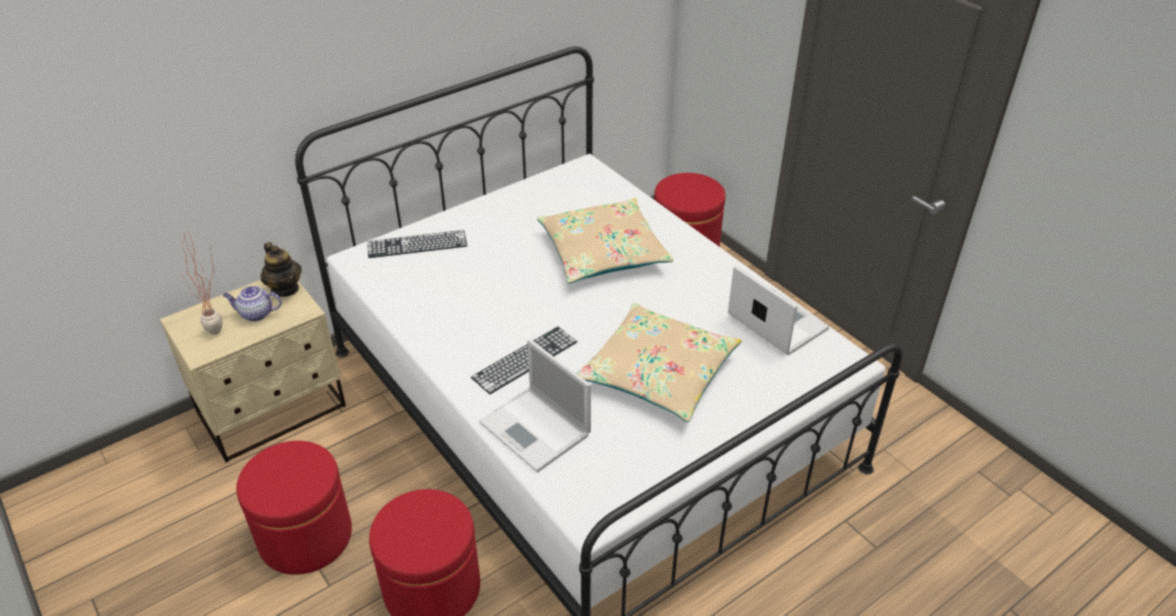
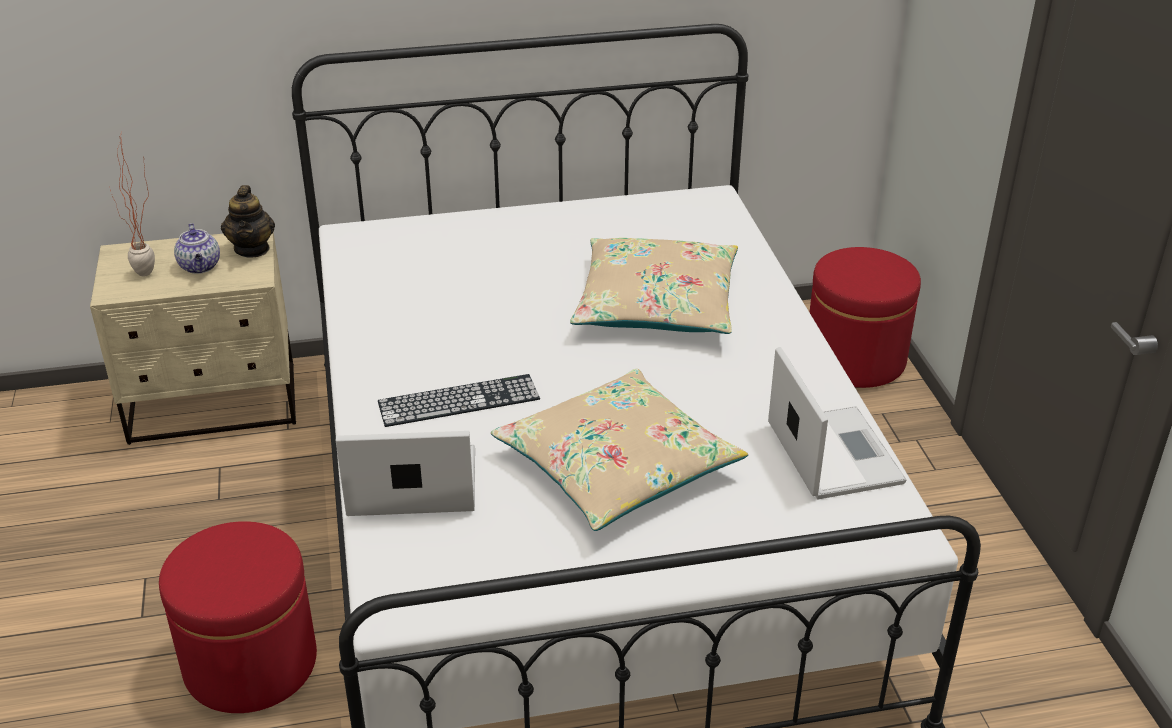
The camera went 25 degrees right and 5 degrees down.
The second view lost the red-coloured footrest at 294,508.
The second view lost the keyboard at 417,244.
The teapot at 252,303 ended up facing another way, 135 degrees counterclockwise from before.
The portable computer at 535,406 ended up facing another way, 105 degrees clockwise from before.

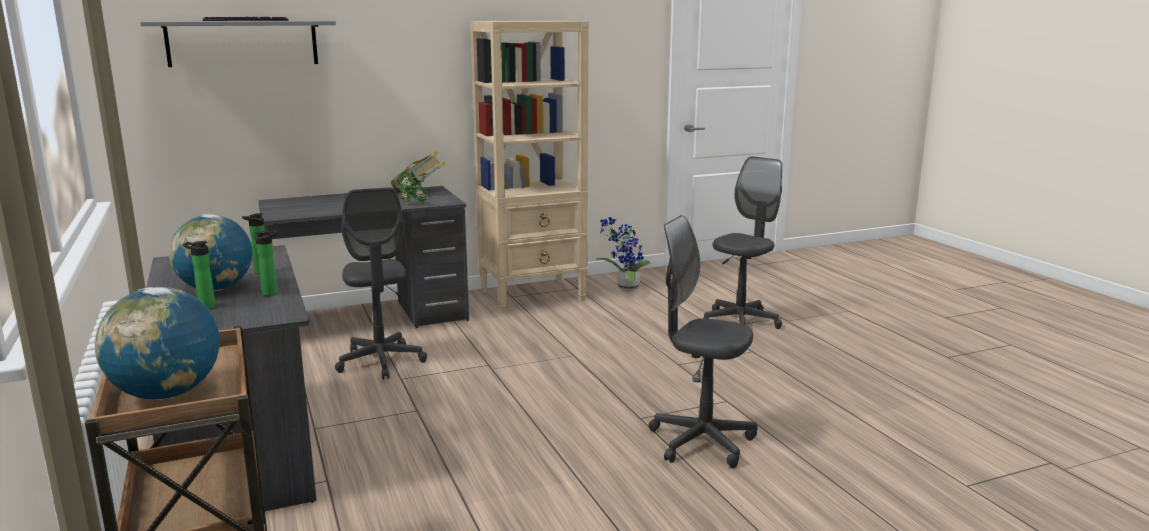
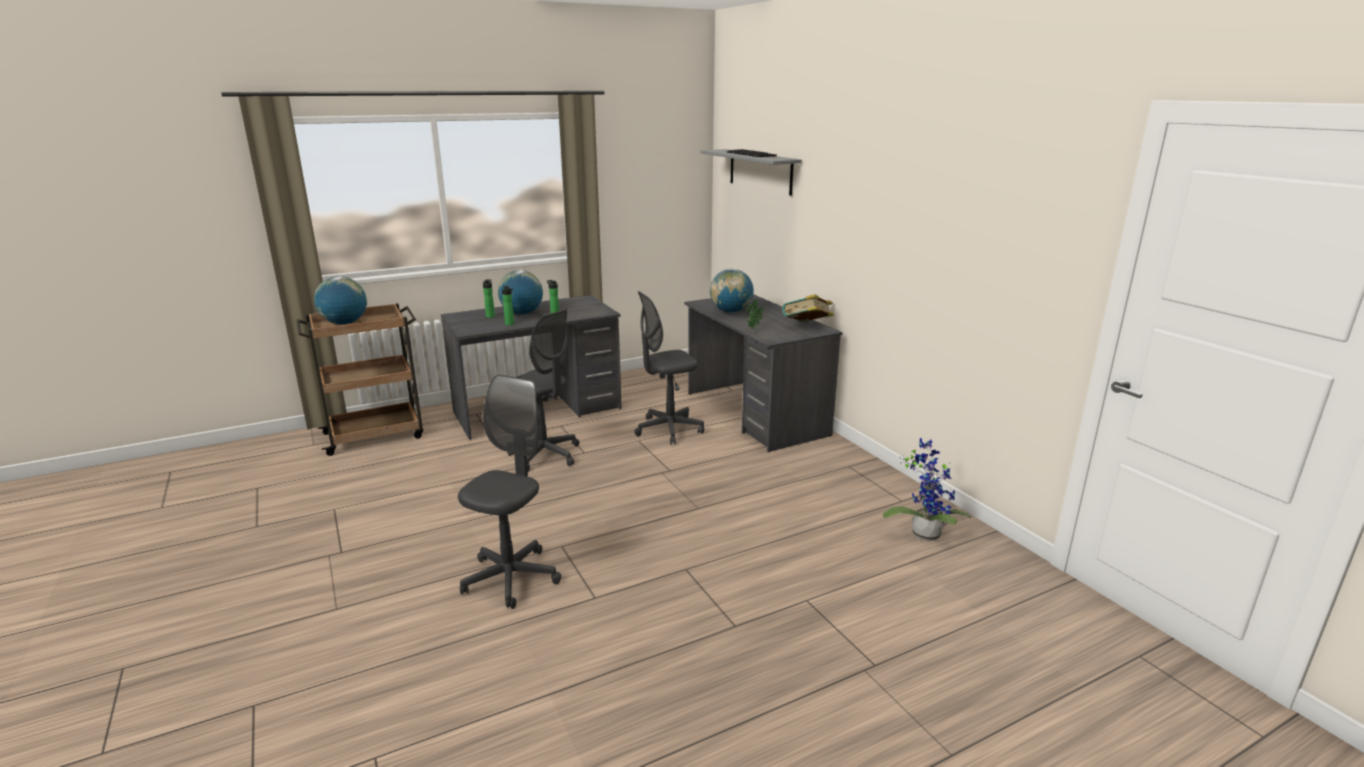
The camera went 85 degrees right and 5 degrees up.
The second view lost the beige-coloured bookshelf at 529,166.
The second view gained the world globe at 732,291.
The gray office chair ended up elsewhere, having gone from 742,242 to 543,390.

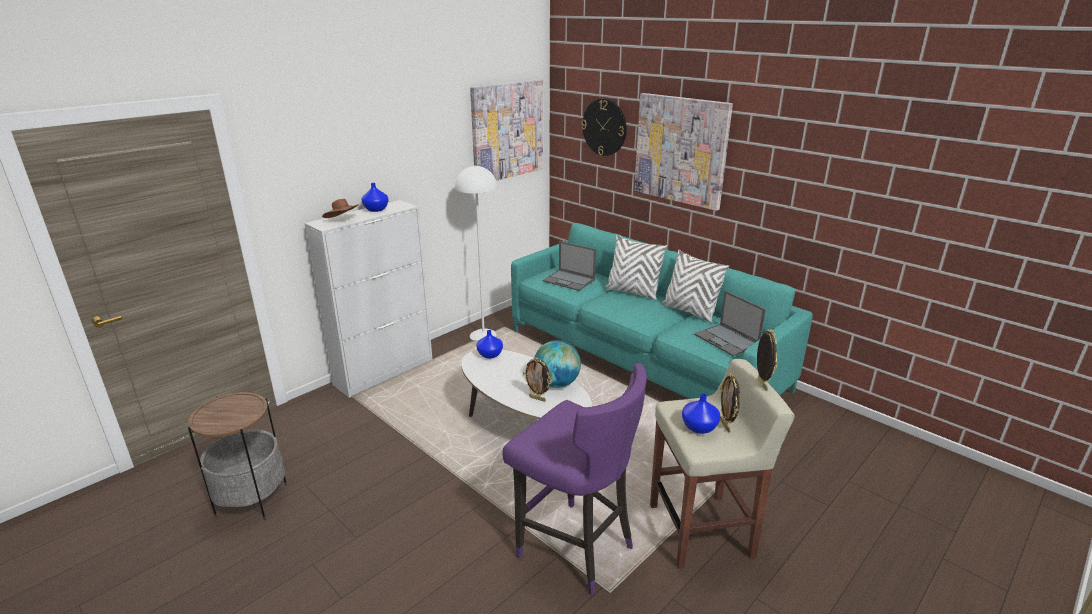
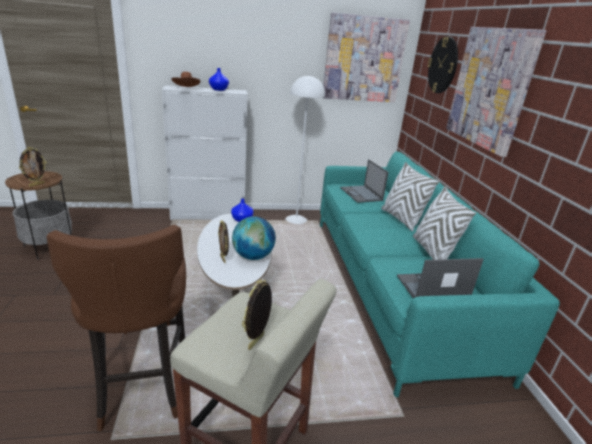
The camera went 35 degrees right and 0 degrees up.
The second view lost the blue-coloured flower vase at 701,414.
The photo frame ended up elsewhere, having gone from 767,360 to 33,167.
What was the purple stool seat at 574,479 turned into the brownish stool seat at 116,328.
The portable computer at 730,323 ended up facing another way, 75 degrees clockwise from before.

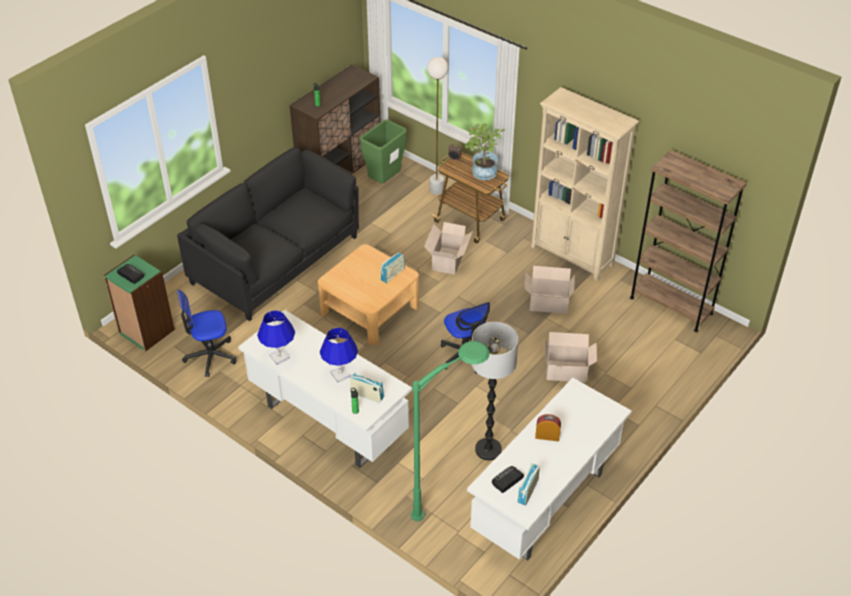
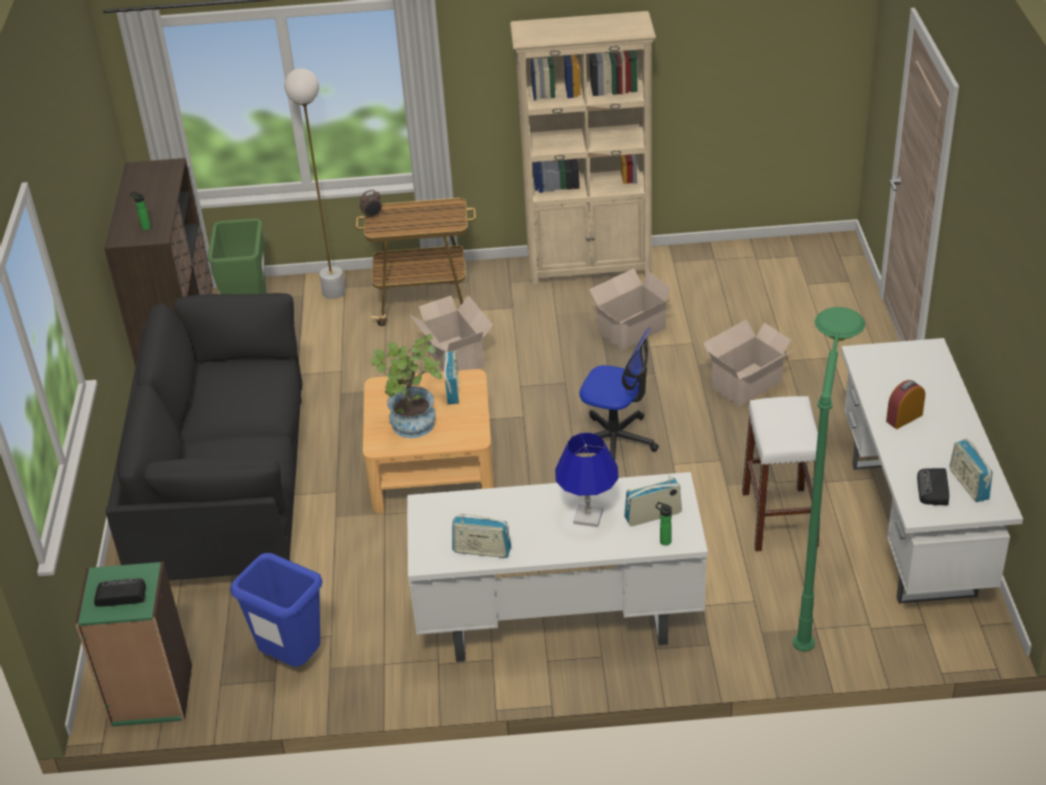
The camera went 40 degrees left and 5 degrees down.
The second view lost the brownish bookshelf at 688,241.
The houseplant ended up elsewhere, having gone from 485,152 to 406,386.
Where the office chair stood at 206,333, the blue-coloured rubbish bin came to stand at 276,610.
Where the blue-coloured lamp for a table stood at 276,337, the radio came to stand at 481,535.
Where the standing lamp stood at 494,391, the whitish stool seat came to stand at 781,473.

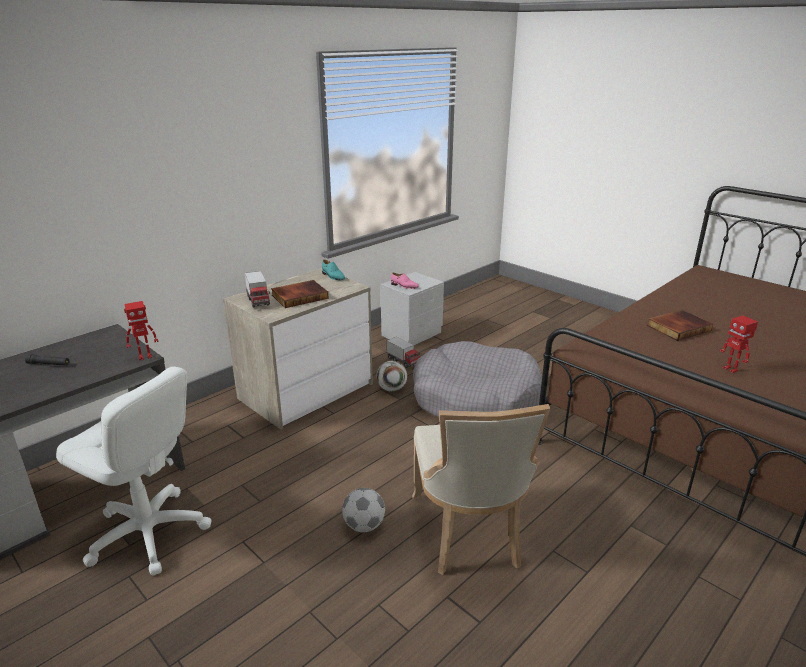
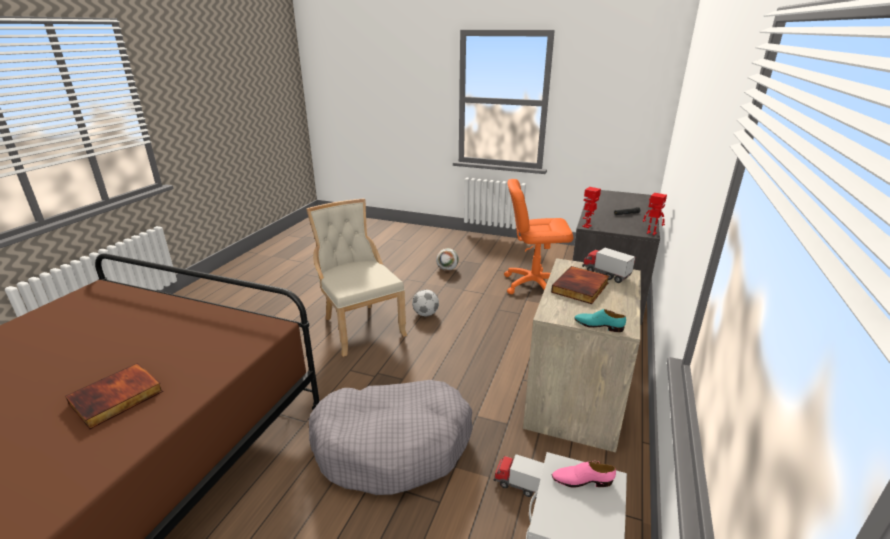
The camera went 155 degrees right and 0 degrees up.
The football ball ended up elsewhere, having gone from 391,376 to 447,259.
The toy robot ended up elsewhere, having gone from 739,344 to 655,214.
What was the whitish office chair at 133,471 turned into the orange office chair at 538,236.

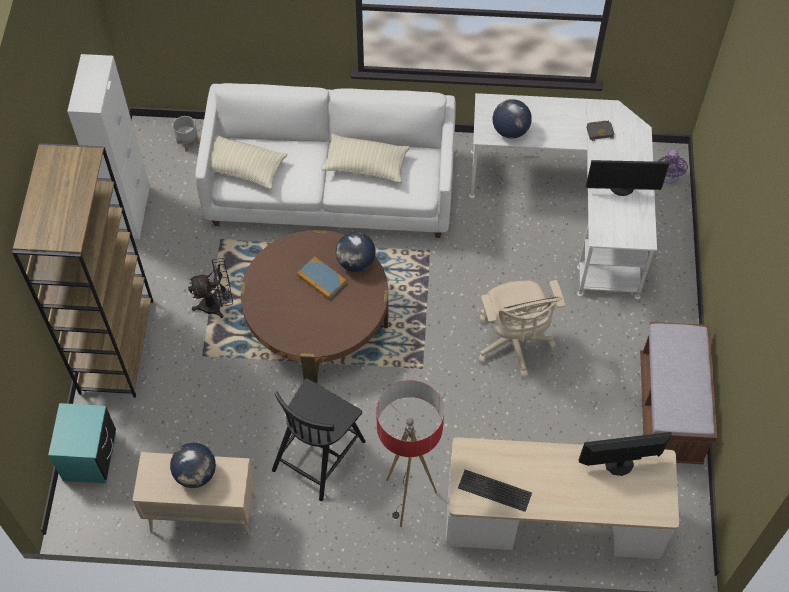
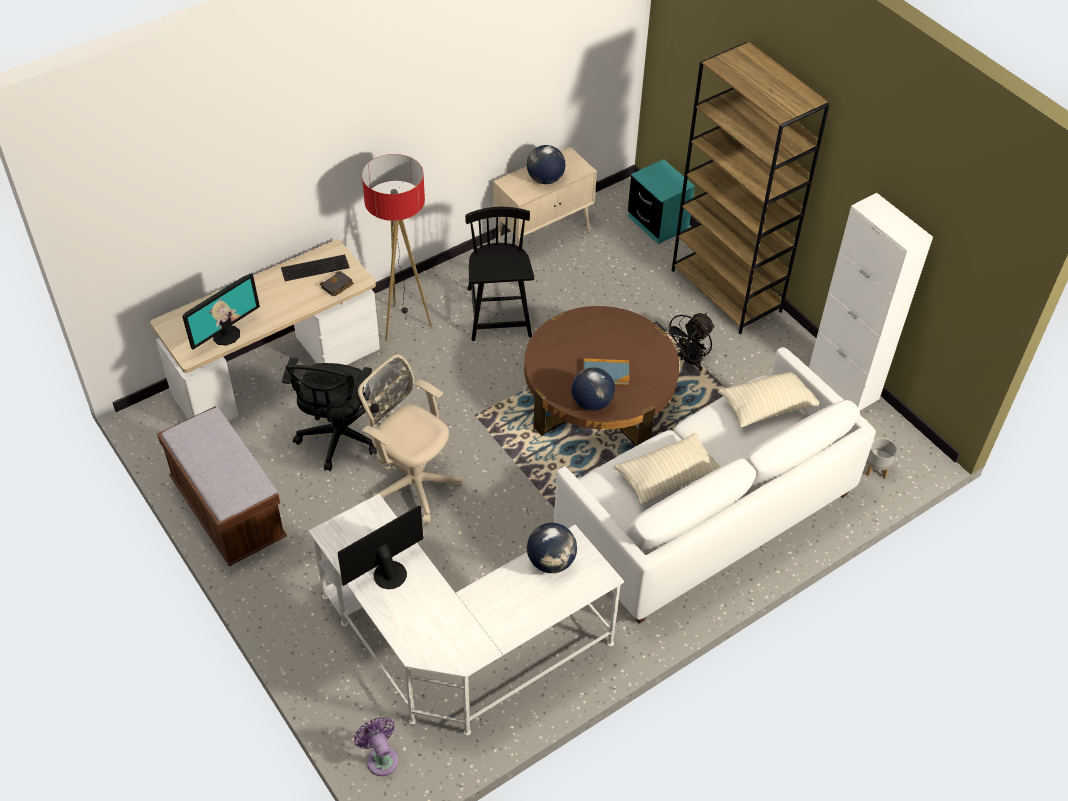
The camera went 140 degrees right and 10 degrees down.
The second view gained the black office chair at 329,414.
The black book ended up elsewhere, having gone from 600,131 to 337,283.

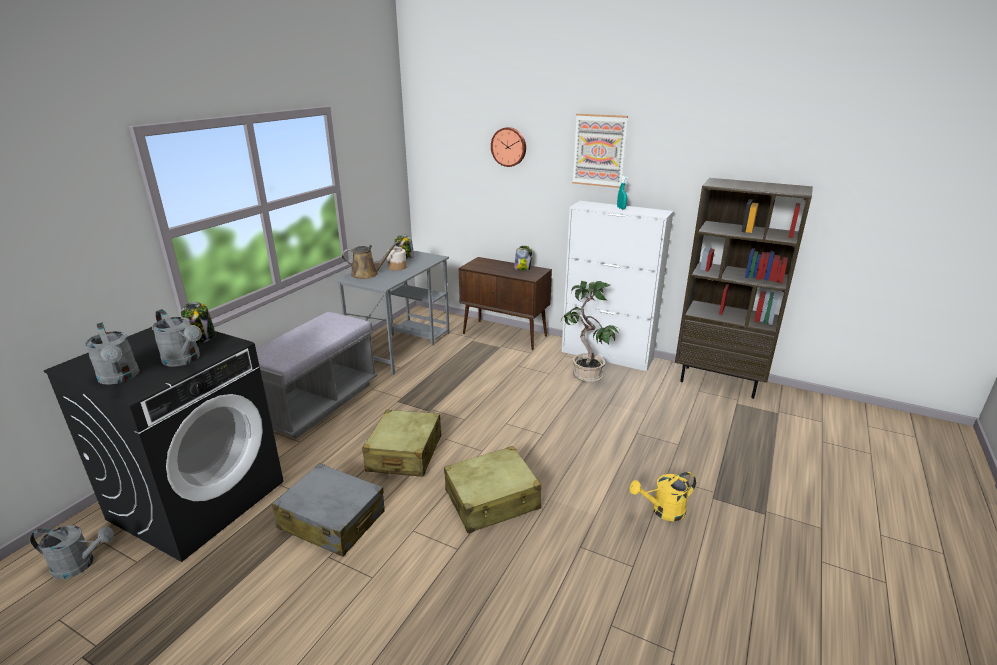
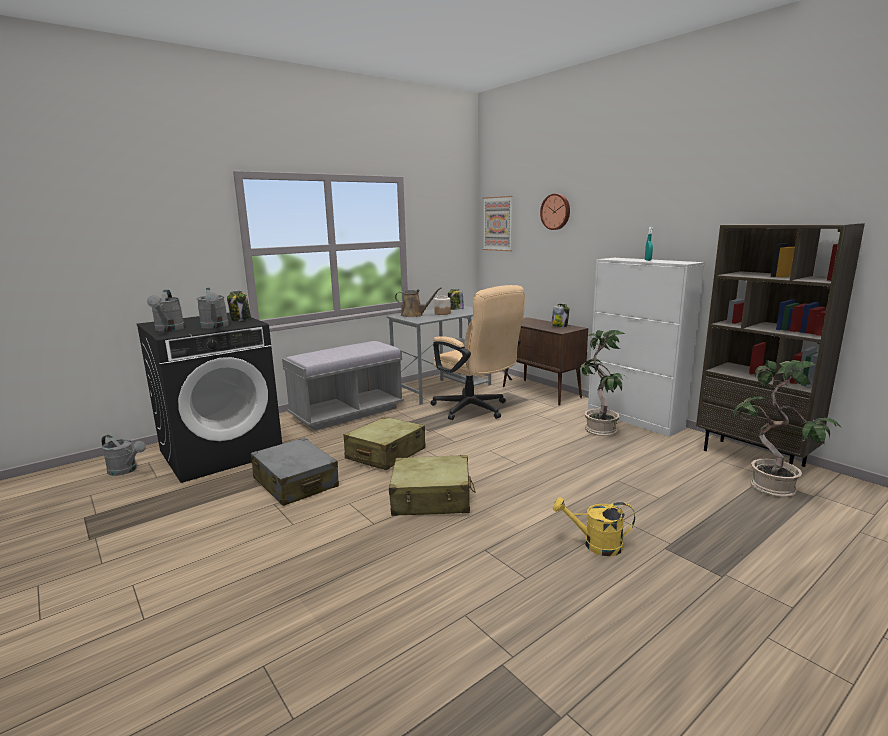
The camera went 25 degrees right and 10 degrees down.
The second view gained the beige-coloured office chair at 477,352.
The second view gained the houseplant at 787,428.
The picture ended up elsewhere, having gone from 600,151 to 498,223.

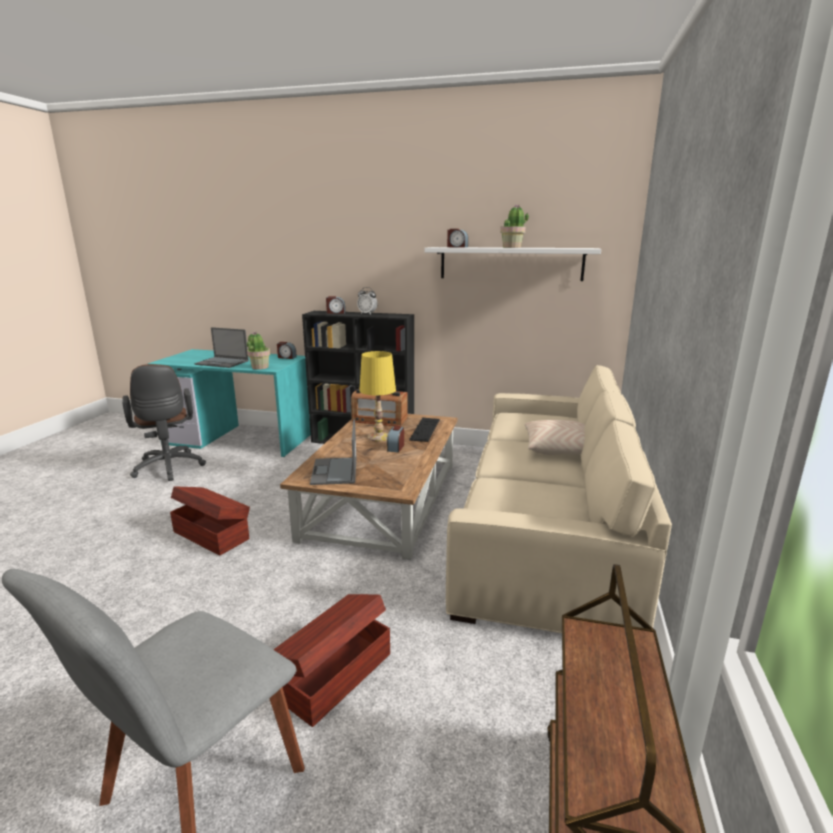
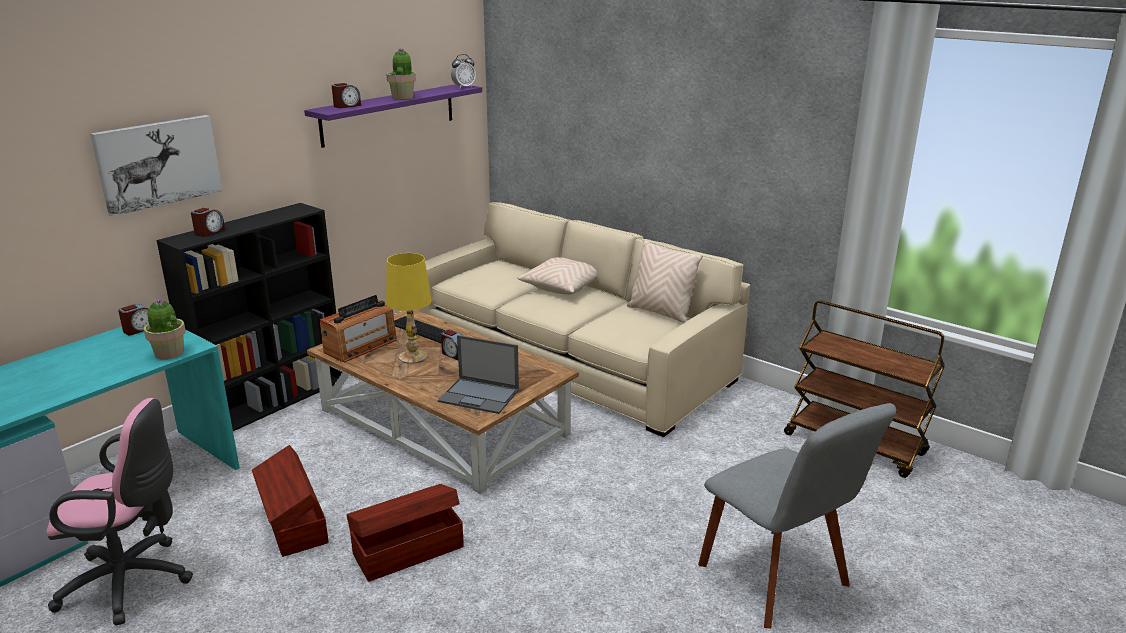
The camera went 65 degrees left and 5 degrees up.
The second view lost the portable computer at 222,347.
The second view gained the picture at 156,165.
The second view gained the beige-coloured pillow at 665,281.
The brownish storage container ended up elsewhere, having gone from 331,660 to 290,501.
The table clock ended up elsewhere, having gone from 367,301 to 463,71.
What was the brownish office chair at 164,422 turned into the pink office chair at 119,512.
What was the whitish shelf at 512,264 turned into the purple shelf at 393,116.

